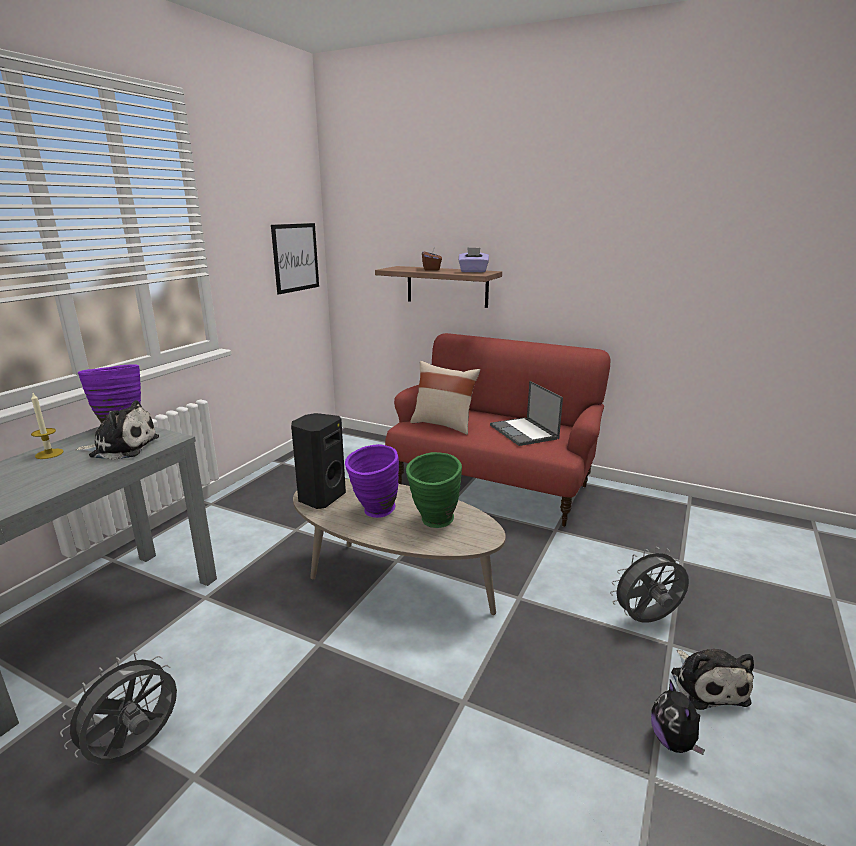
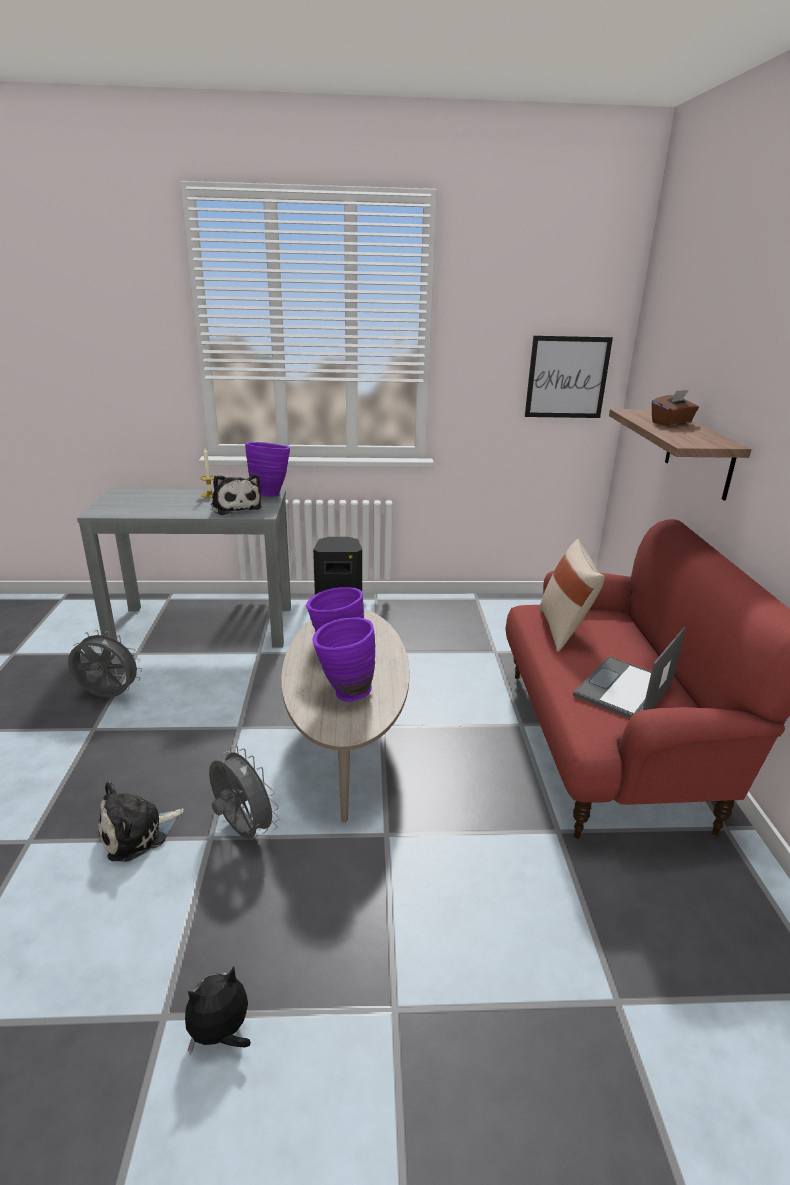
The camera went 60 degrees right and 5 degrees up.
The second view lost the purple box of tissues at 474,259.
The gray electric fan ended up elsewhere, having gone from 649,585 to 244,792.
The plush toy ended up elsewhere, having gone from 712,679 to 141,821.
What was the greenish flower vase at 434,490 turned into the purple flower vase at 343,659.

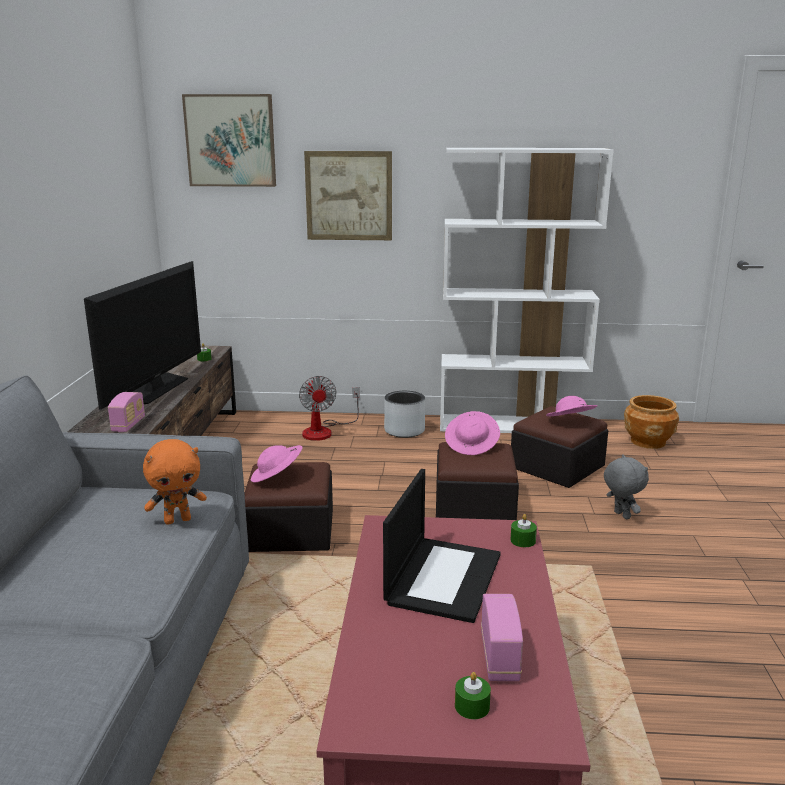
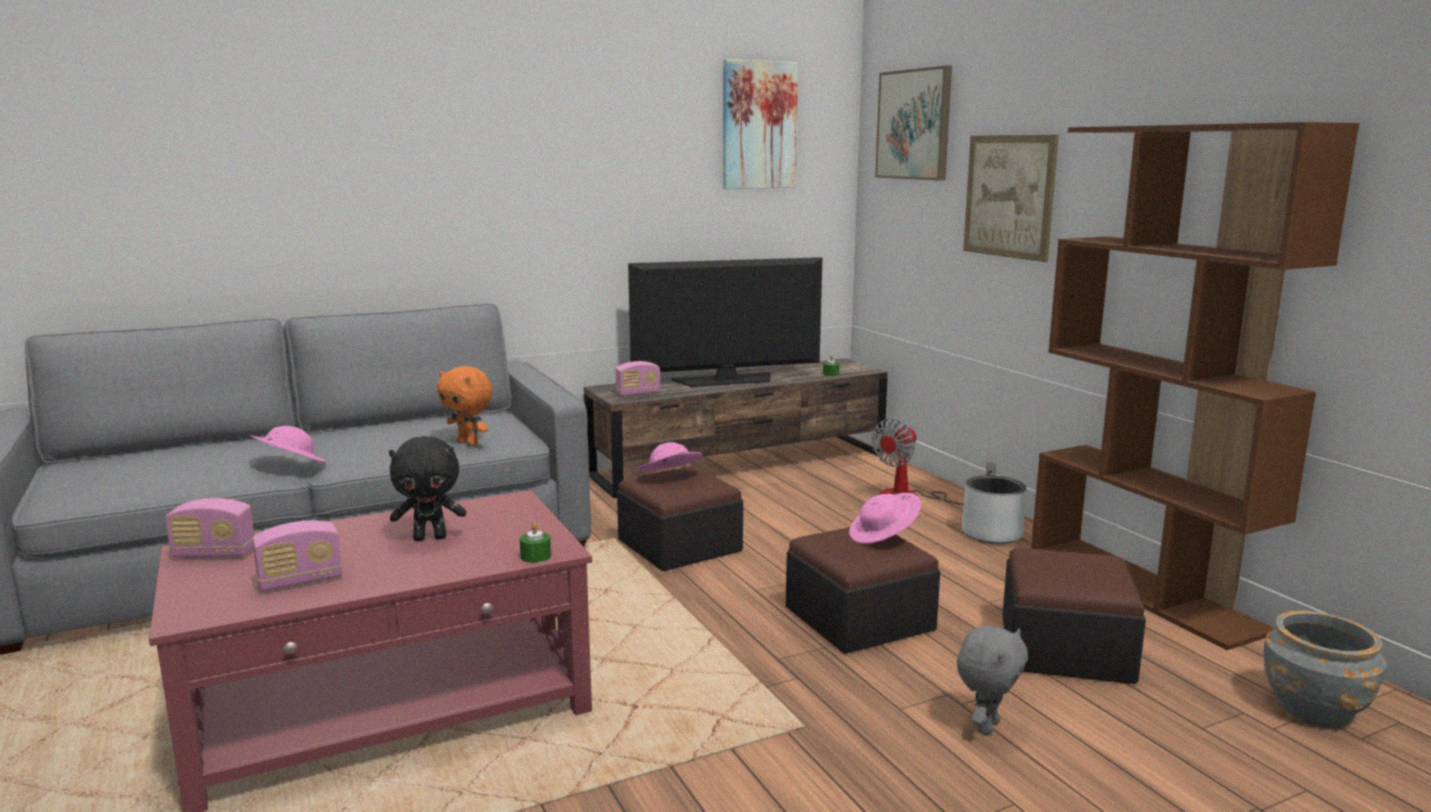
The camera went 60 degrees right and 5 degrees down.
The second view lost the greenish wax candle at 473,695.
The second view gained the radio at 210,527.
The second view gained the picture at 760,124.
The pink hat ended up elsewhere, having gone from 571,406 to 287,444.
Where the portable computer stood at 442,546, the black plush toy came to stand at 427,488.
What was the whitish bookshelf at 527,290 turned into the brownish bookshelf at 1195,386.
What was the brownish flower pot at 651,422 turned into the gray flower pot at 1325,670.

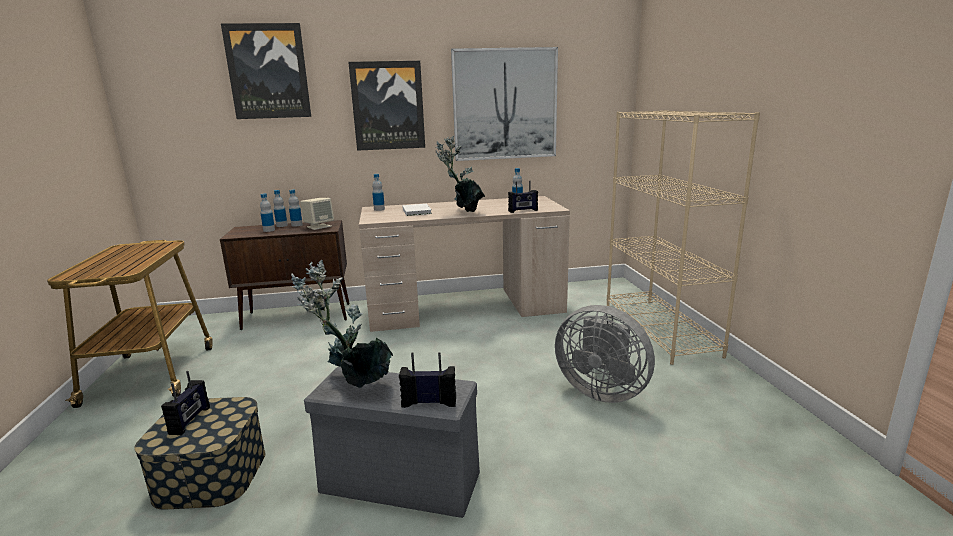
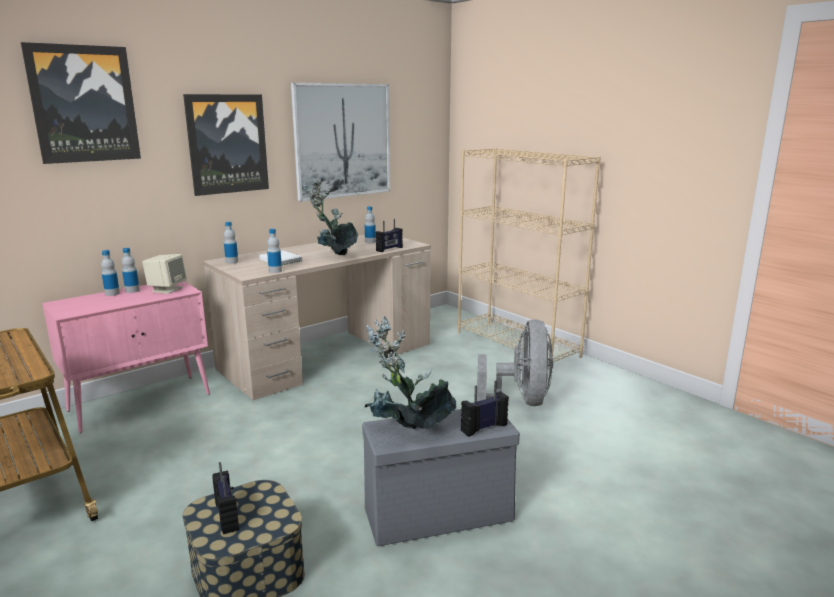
The camera went 30 degrees left and 0 degrees up.
The drink bottle ended up elsewhere, having gone from 267,212 to 274,251.
What was the brownish cabinet at 285,275 turned into the pink cabinet at 126,357.
The gray electric fan at 605,354 ended up facing another way, 90 degrees counterclockwise from before.

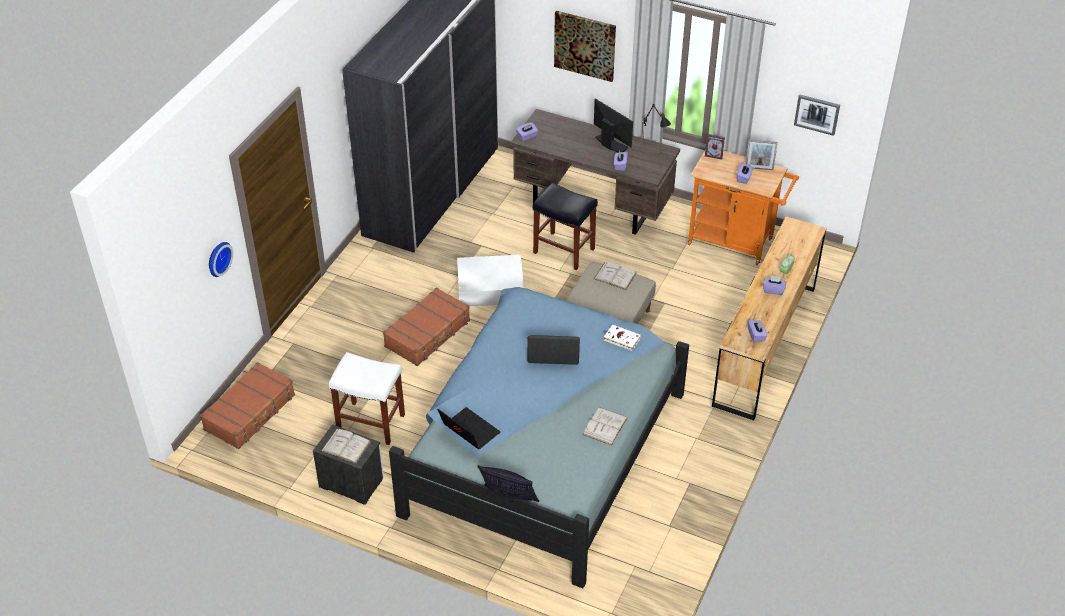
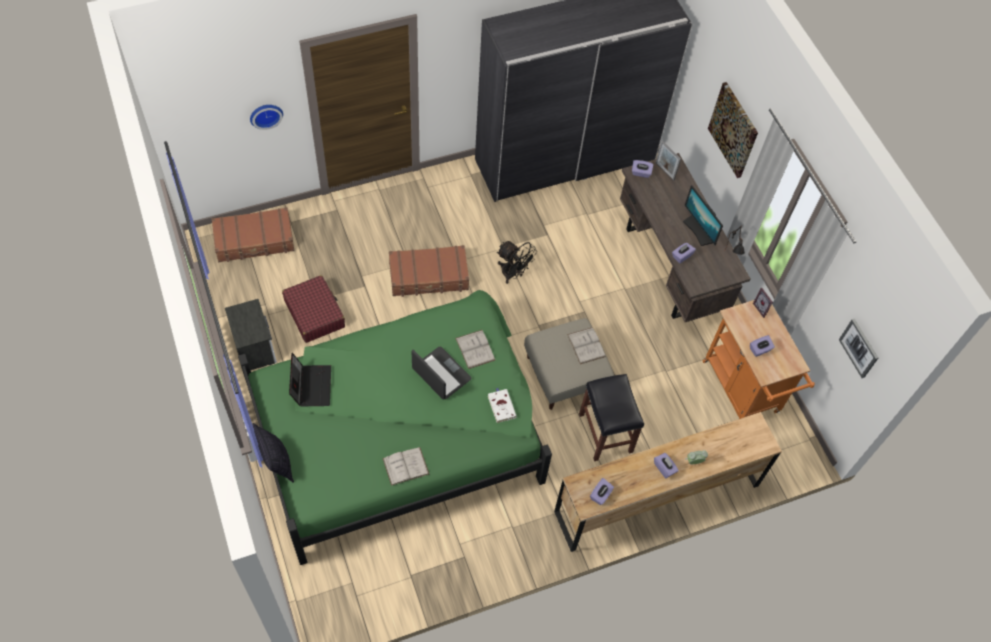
The camera went 40 degrees right and 15 degrees up.
The whitish book ended up elsewhere, having gone from 346,446 to 475,349.
The black stool seat ended up elsewhere, having gone from 565,226 to 611,417.
The photo frame ended up elsewhere, having gone from 762,155 to 668,161.
Where the whitish stool seat stood at 367,398, the red-coloured suitcase came to stand at 313,309.
Where the whitish storage container stood at 490,280, the black electric fan came to stand at 517,262.
What was the blue-coloured bed at 539,437 turned into the greenish bed at 395,427.
The computer screen at 613,125 ended up facing another way, 150 degrees clockwise from before.

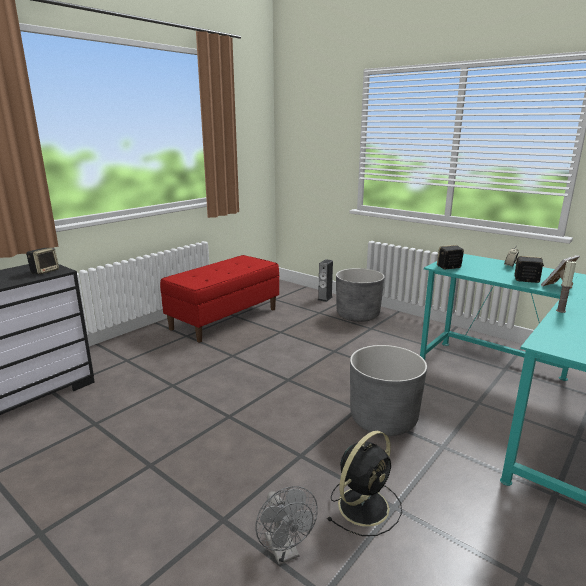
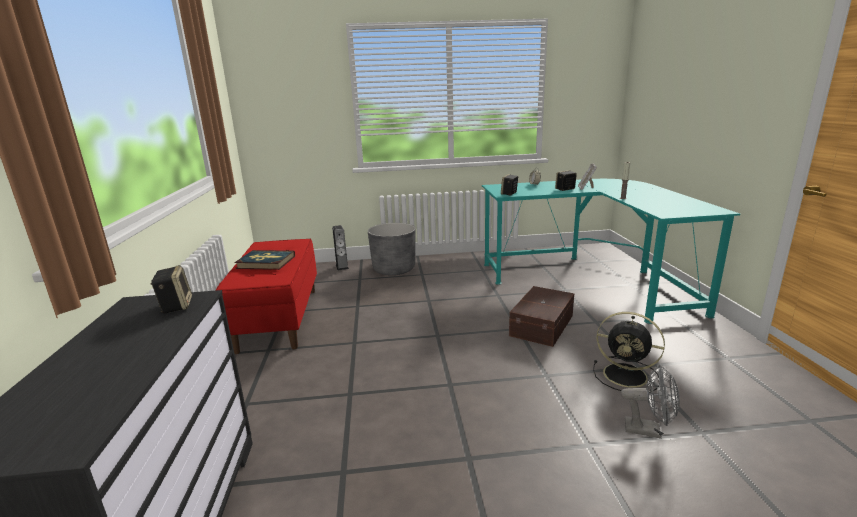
The camera went 45 degrees left and 0 degrees up.
The second view gained the book at 265,260.
Where the gray flower pot stood at 388,390, the brownish storage container came to stand at 541,316.
The black electric fan at 364,483 ended up facing another way, 120 degrees clockwise from before.

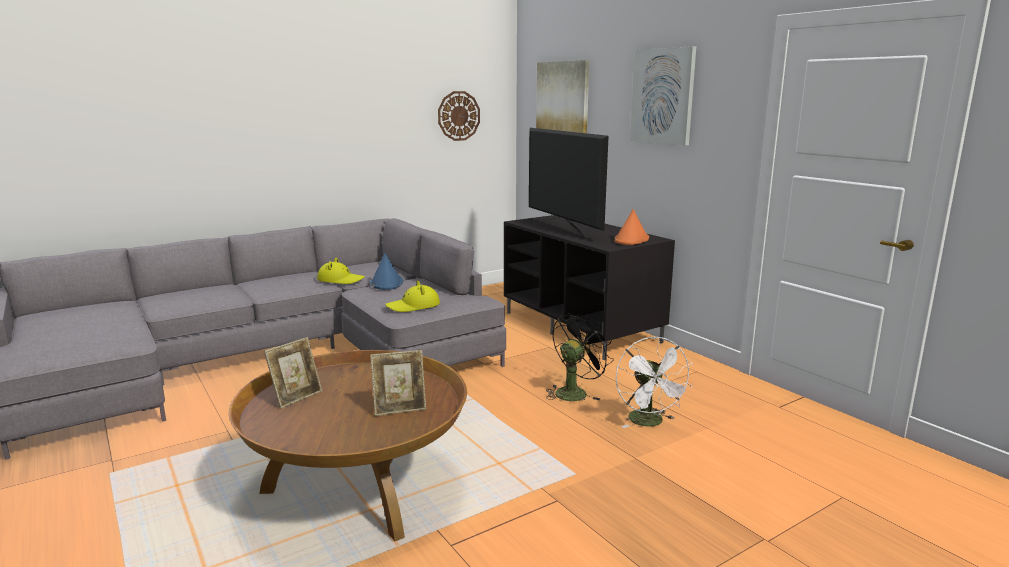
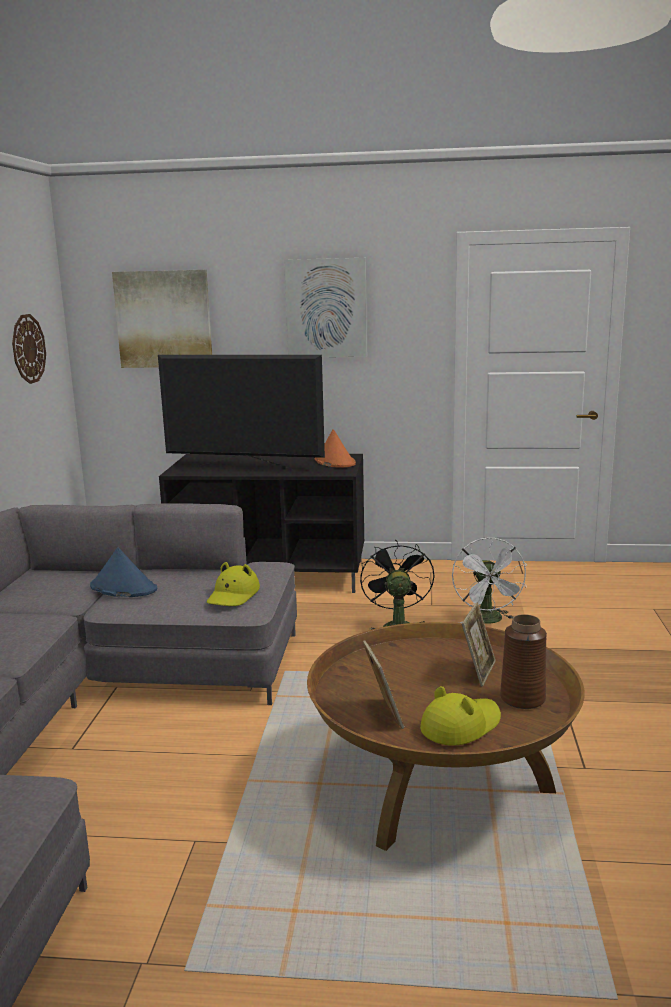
The camera went 50 degrees left and 0 degrees up.
The second view gained the brownish flower vase at 523,661.
The yellowish hat ended up elsewhere, having gone from 341,271 to 460,716.
The whitish electric fan at 654,382 ended up facing another way, 60 degrees clockwise from before.

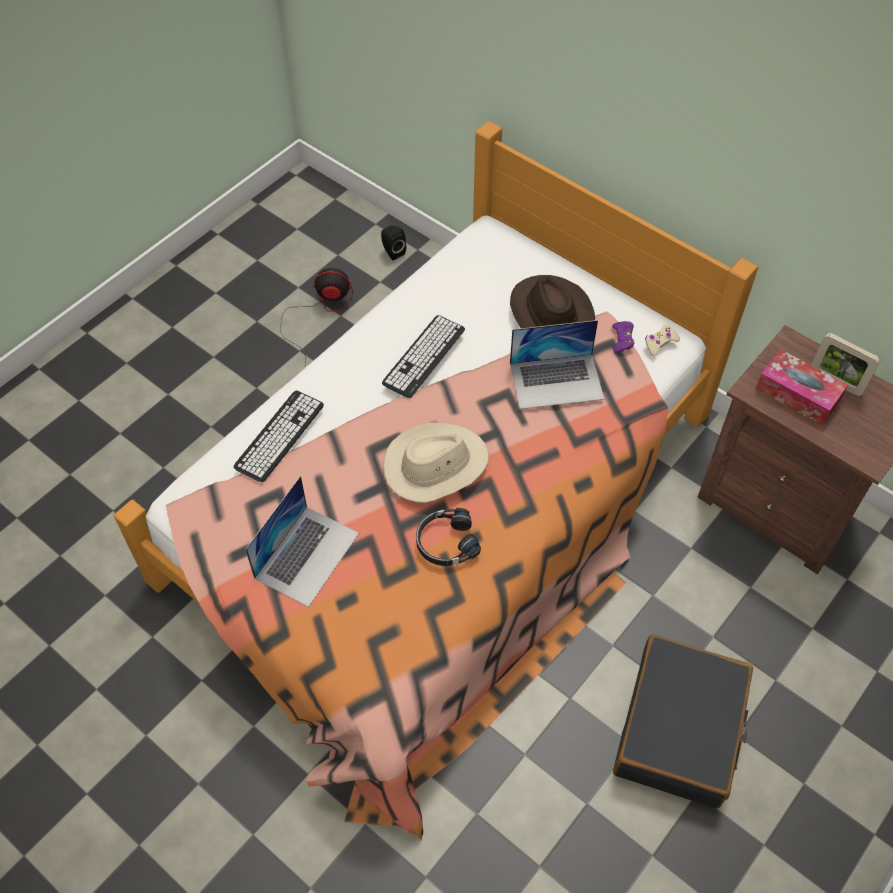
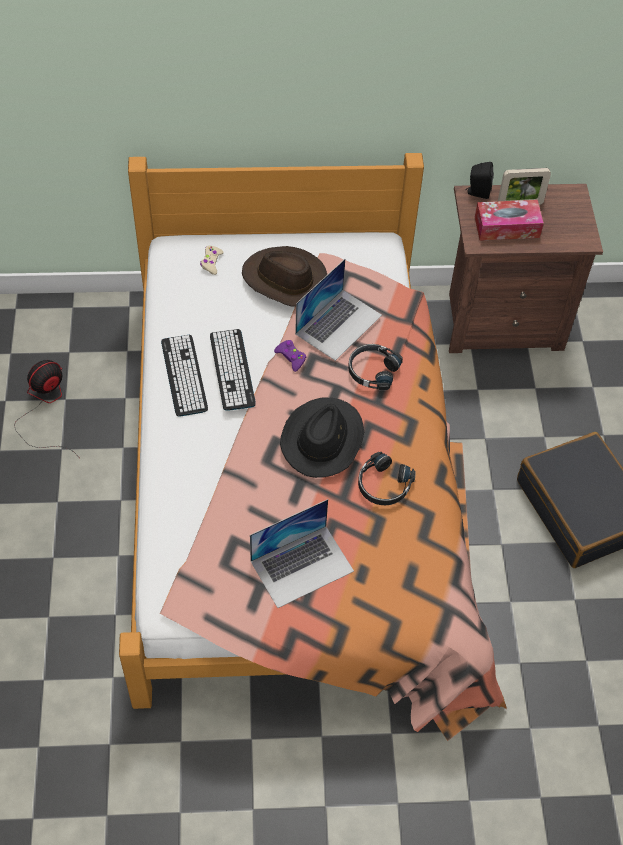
The camera went 45 degrees left and 0 degrees up.
The second view gained the black headset at 375,367.
The keyboard ended up elsewhere, having gone from 278,436 to 184,375.
The black audio speaker ended up elsewhere, having gone from 393,243 to 479,180.
The purple game controller ended up elsewhere, having gone from 623,337 to 290,356.
The beige-coloured game controller ended up elsewhere, having gone from 662,340 to 212,260.
What was the beige-coloured hat at 436,462 turned into the black hat at 322,437.
The portable computer at 302,541 ended up facing another way, 75 degrees clockwise from before.

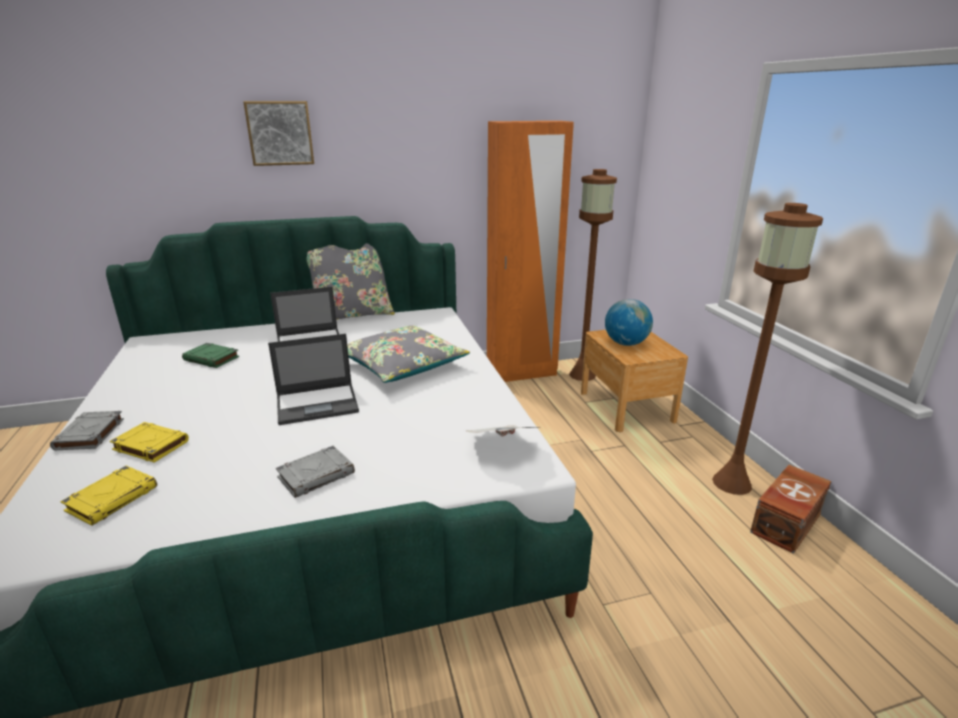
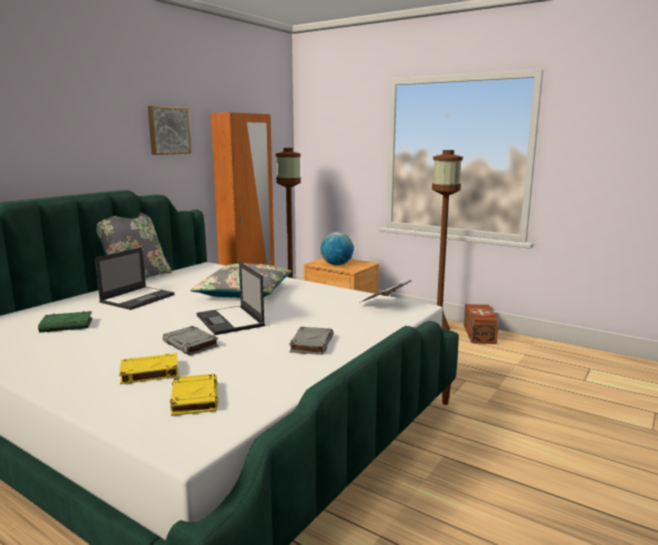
The camera went 40 degrees left and 10 degrees down.
The gray book ended up elsewhere, having gone from 87,430 to 191,340.
The picture ended up elsewhere, having gone from 278,133 to 169,130.
The portable computer at 313,379 ended up facing another way, 120 degrees clockwise from before.

